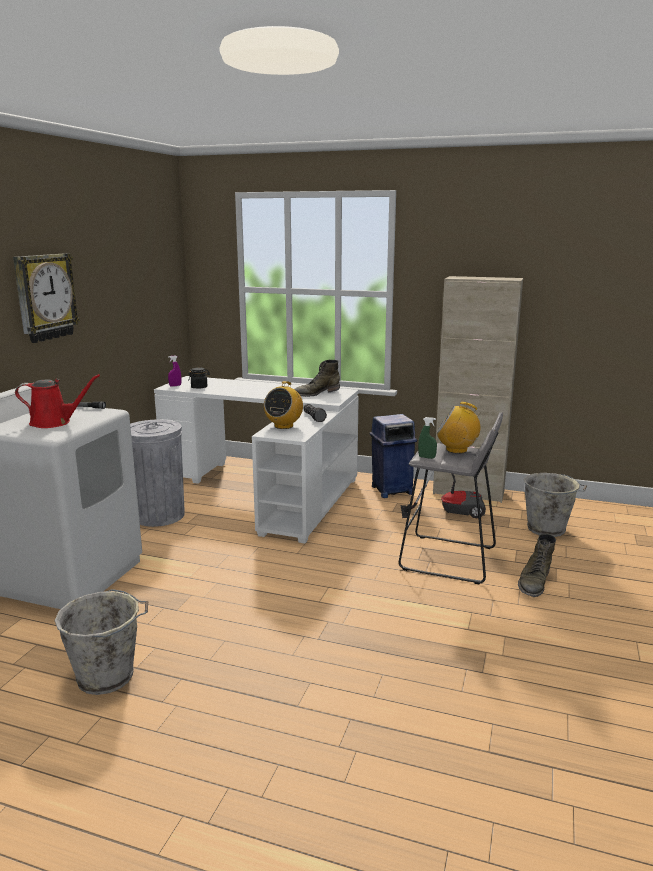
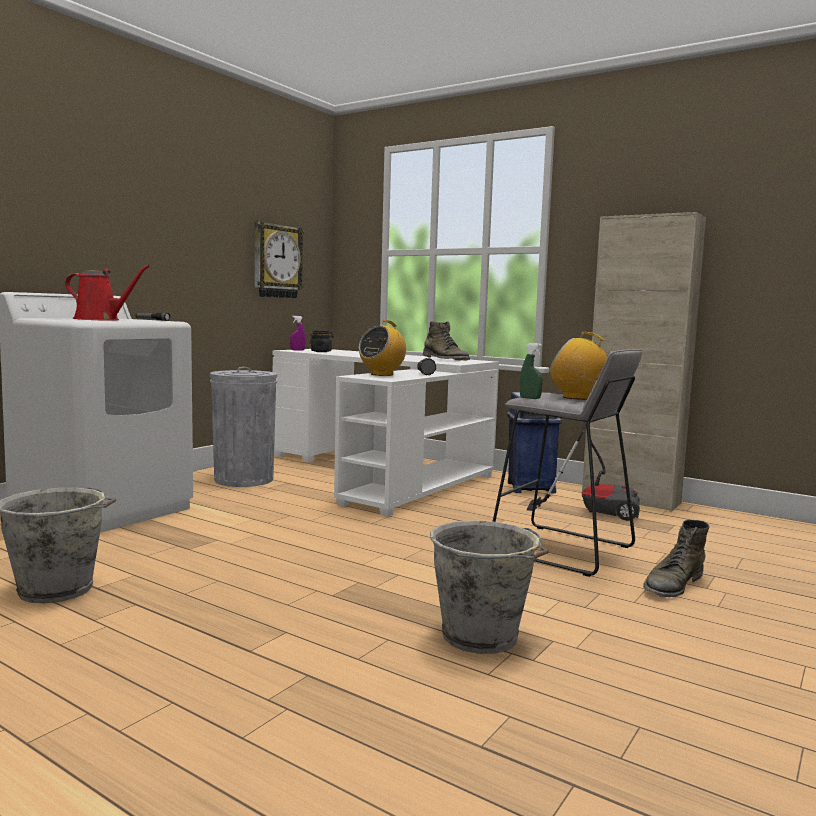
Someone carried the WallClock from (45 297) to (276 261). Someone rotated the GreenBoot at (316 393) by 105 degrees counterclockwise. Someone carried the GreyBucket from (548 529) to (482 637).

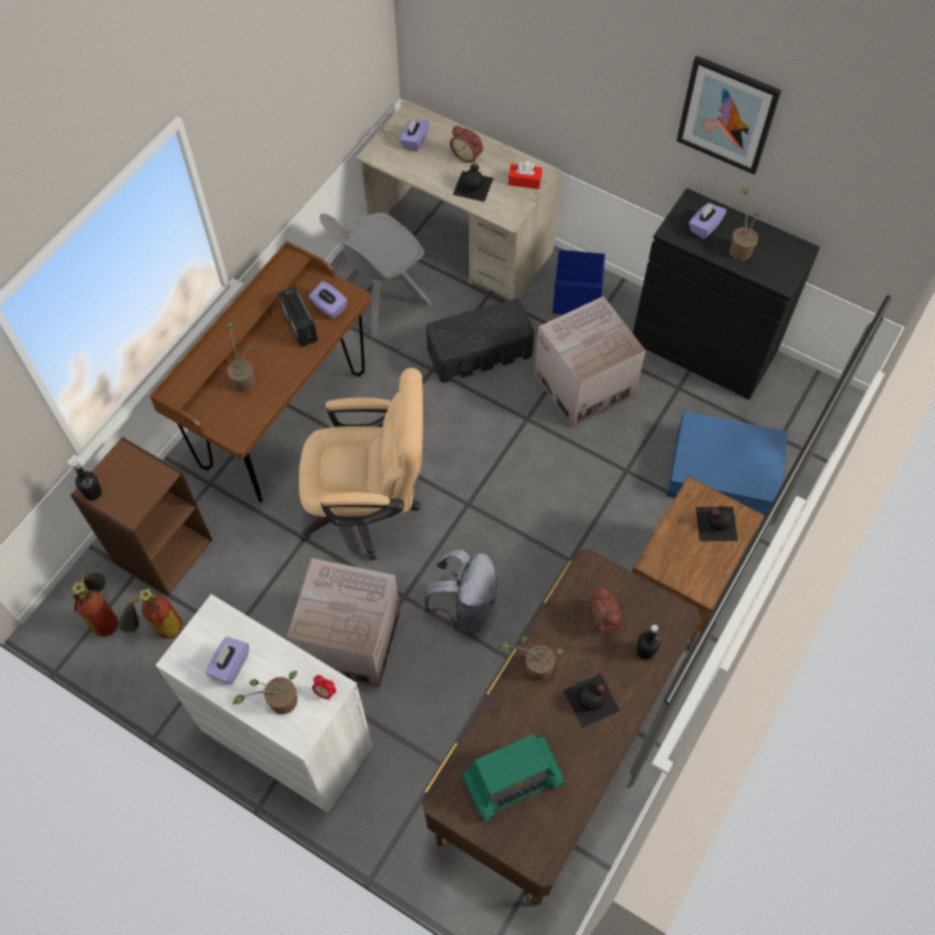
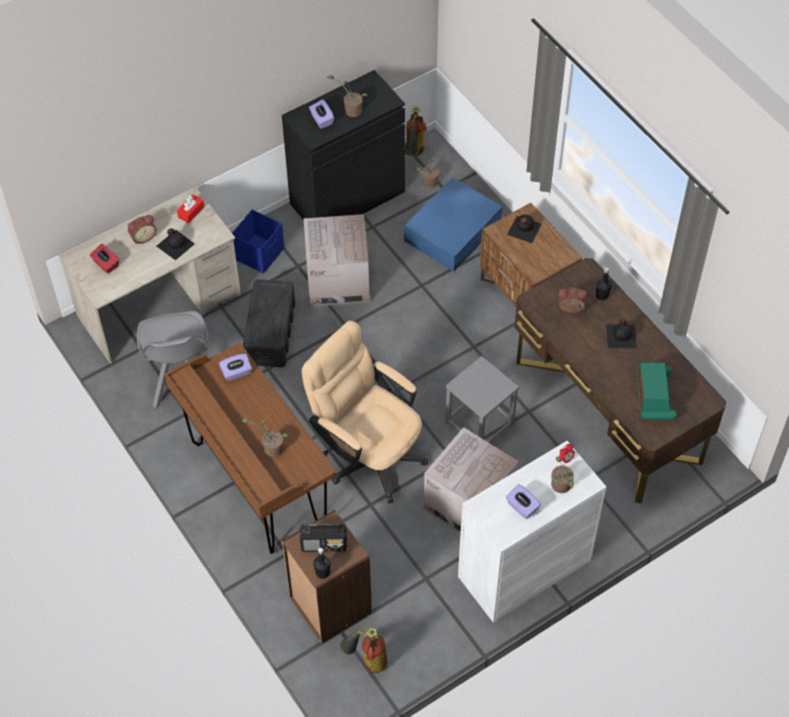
Someone repainted the PurpleTissueBox at (414 141), which became the RedTissueBox at (106 264). Someone carried the Radio from (300 327) to (324 544). Someone rotated the BeigeOfficeChair at (369 508) by 75 degrees counterclockwise. Someone carried the FireExtinguisher from (159 630) to (414 156). Someone carried the PottedPlant from (534 666) to (428 183). Someone swapped the GreyBackpack at (465 608) for the GreyStool at (479 423). Someone took away the Picture at (727 115).

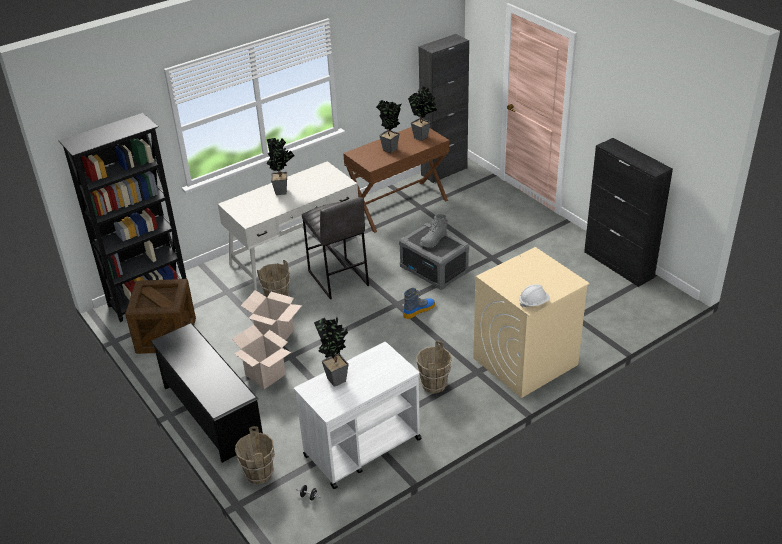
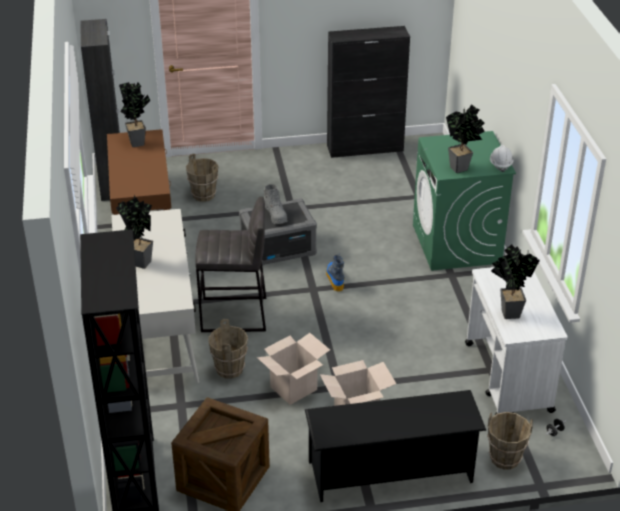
Someone carried the BrownBucket from (433 385) to (203 195). Someone repainted the BeigeWashingMachine at (525 362), which became the GreenWashingMachine at (456 244). Someone carried the PottedPlant from (390 150) to (462 168).

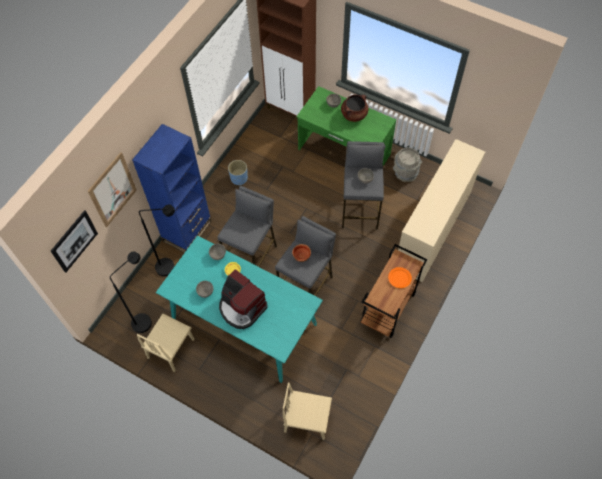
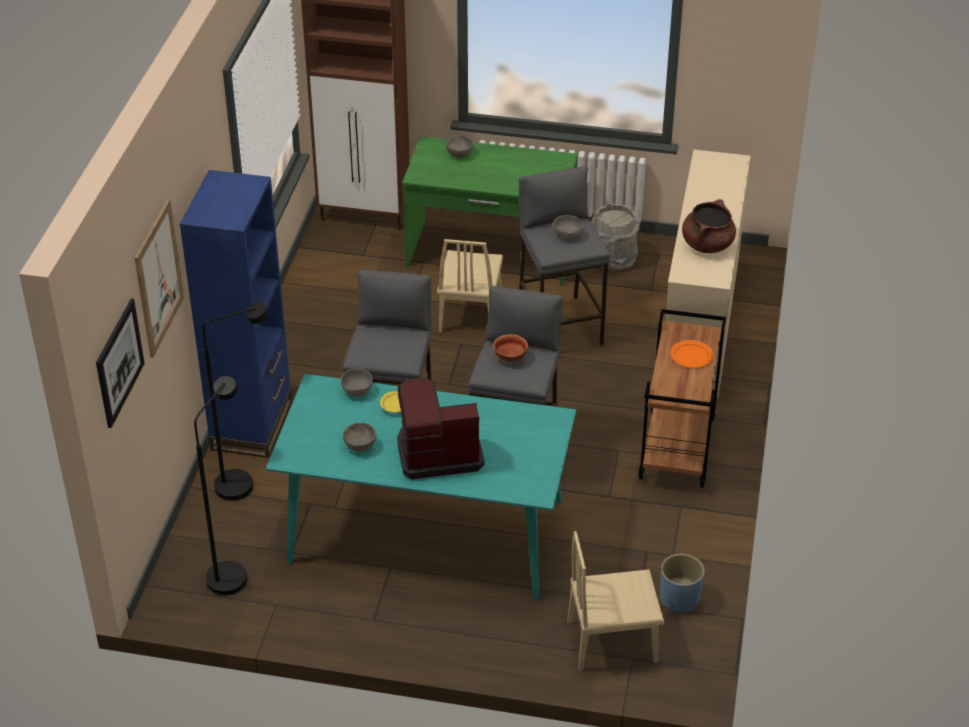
Someone rotated the CoffeeMachine at (242 308) by 150 degrees clockwise. Someone carried the BeigeChair from (171 348) to (470 314). Someone carried the BluePlanter from (239 178) to (679 599). Someone carried the BrownCookingPot from (354 114) to (707 245).

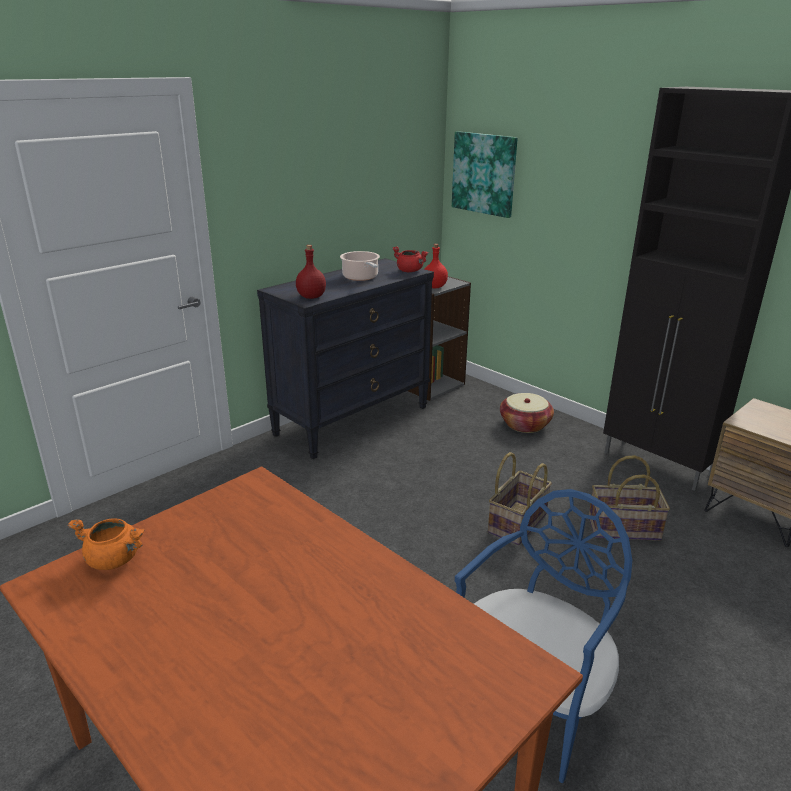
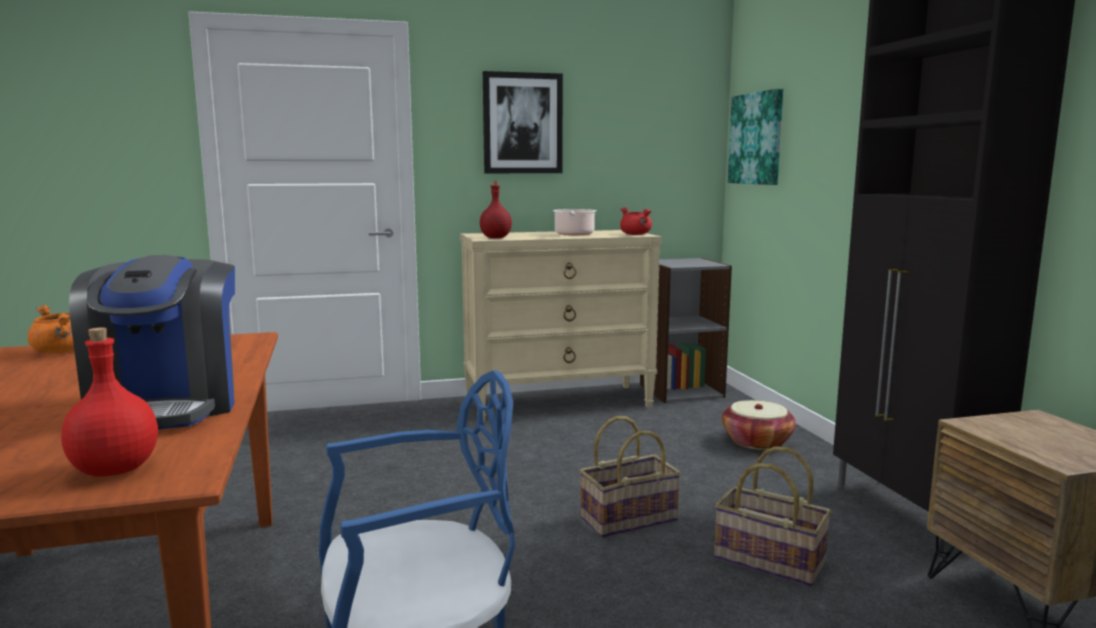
Someone carried the RedBottle from (434 287) to (113 470). Someone put down the CoffeeMachine at (167 406). Someone repainted the BlackDresser at (352 420), which became the BeigeDresser at (559 402). Someone put up the Picture at (522 123).

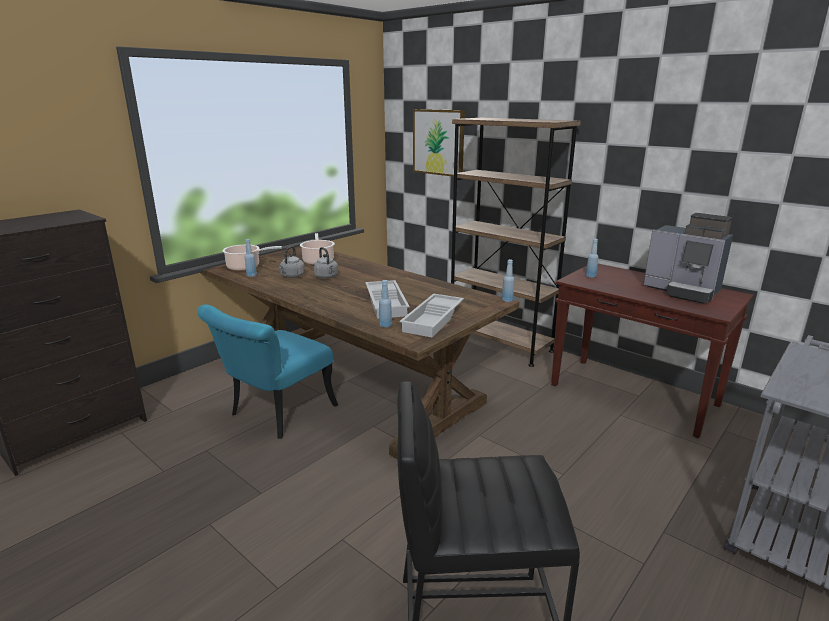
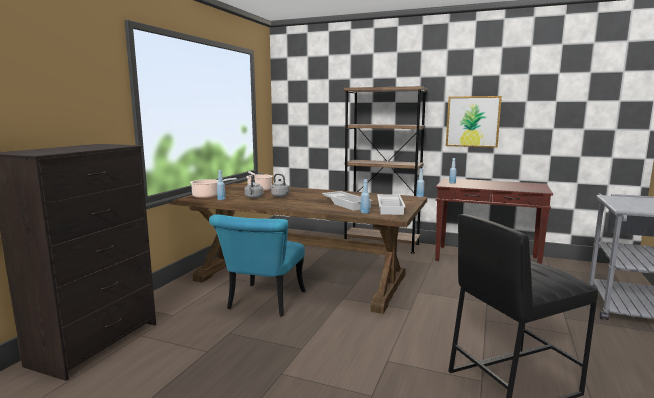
Someone carried the Picture from (438 142) to (473 121). Someone took away the CoffeeMachine at (683 291).

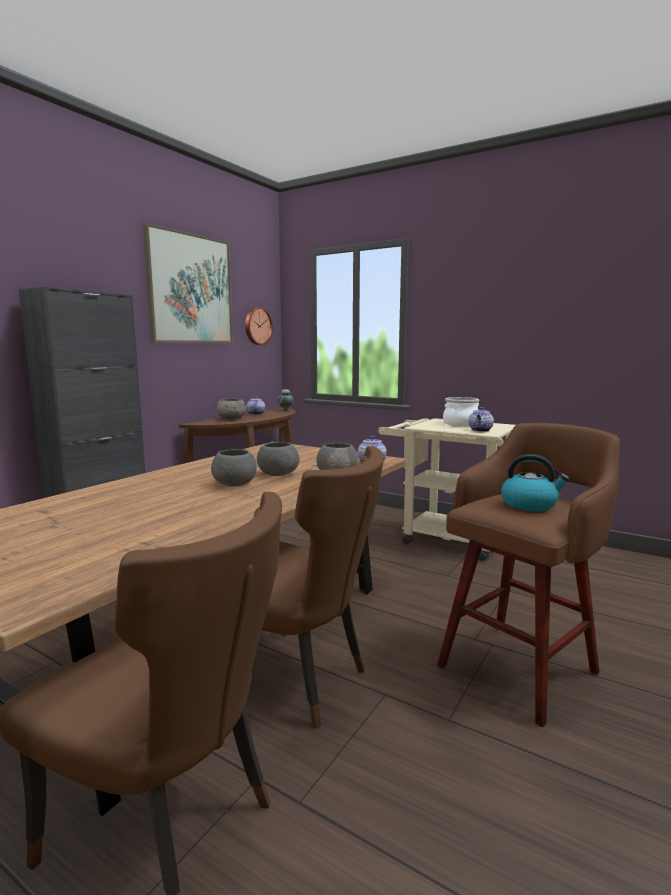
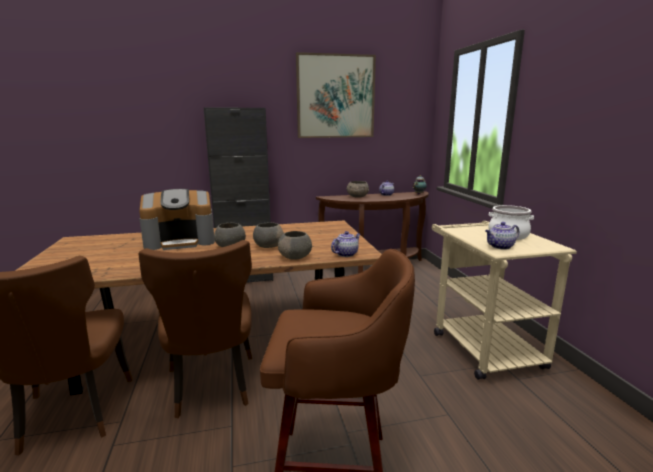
Someone put down the CoffeeMachine at (181 241). Someone took away the WallClock at (257 326). Someone took away the Kettle at (530 504).

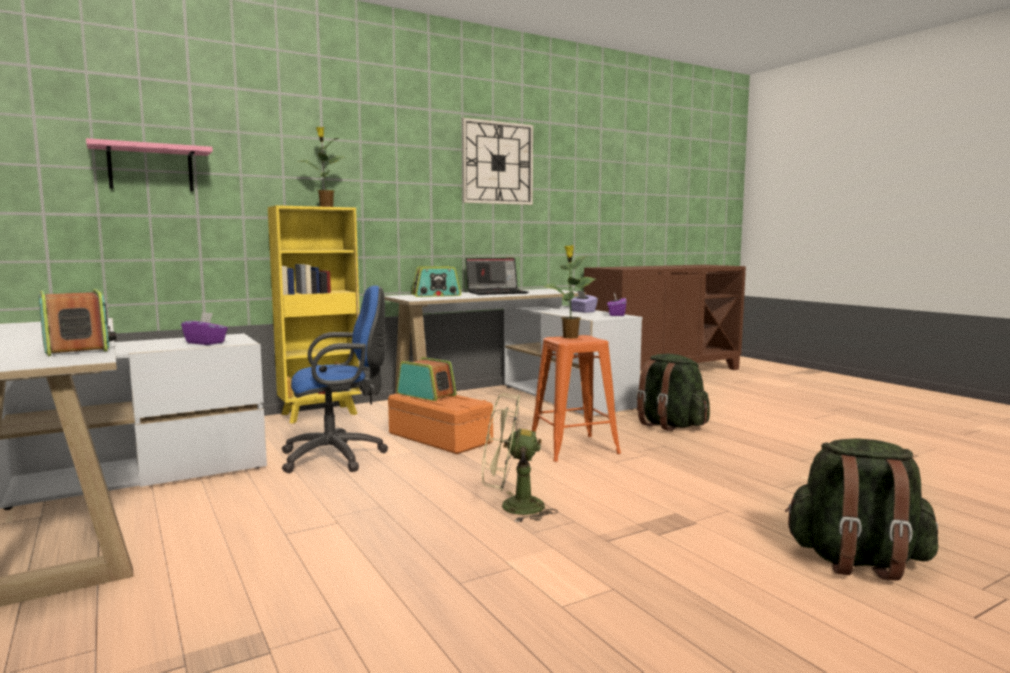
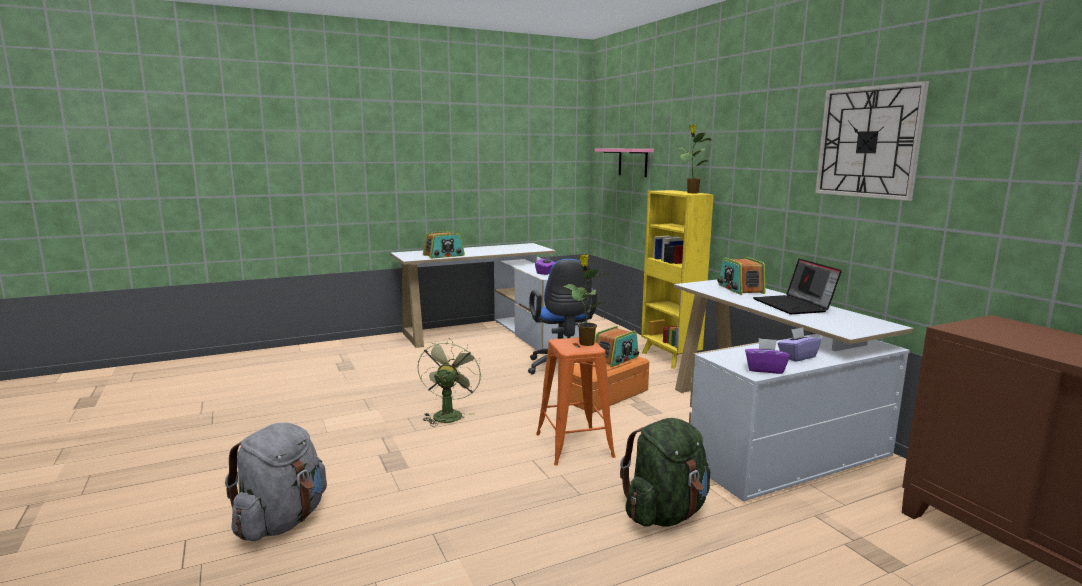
Someone repainted the GreenBackpack at (857 561), which became the GreyBackpack at (282 521).

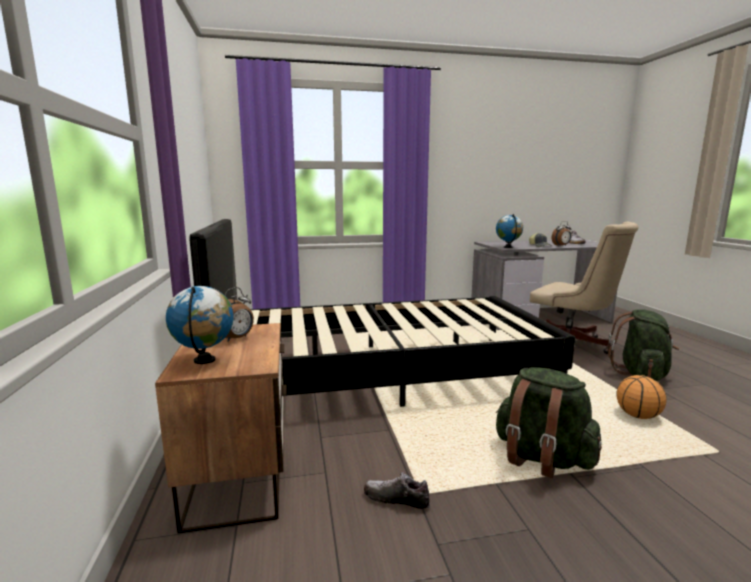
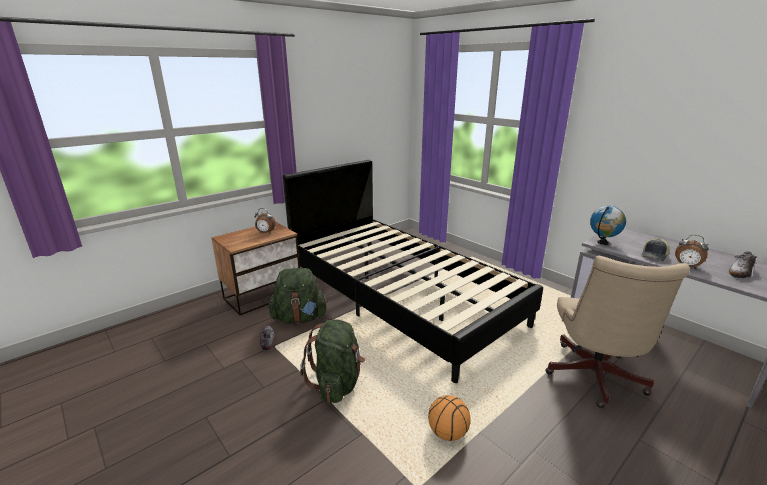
Someone carried the GreenBackpack from (640 374) to (299 318). Someone took away the Globe at (205 360).

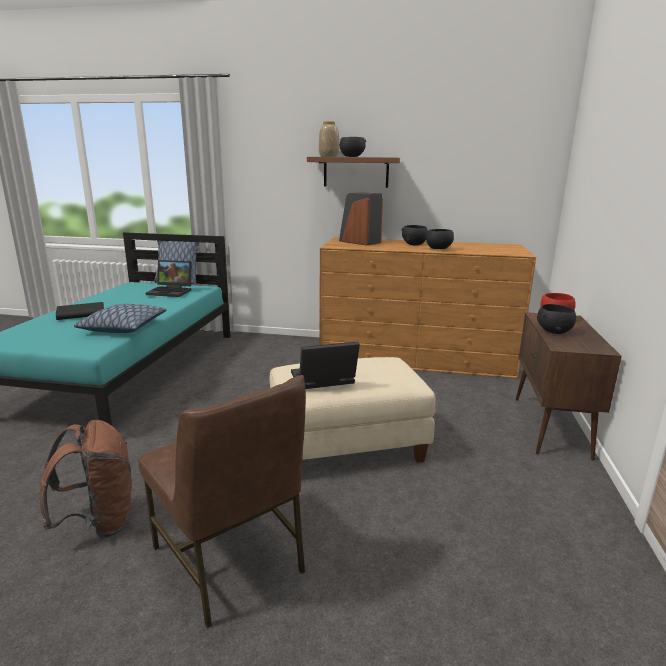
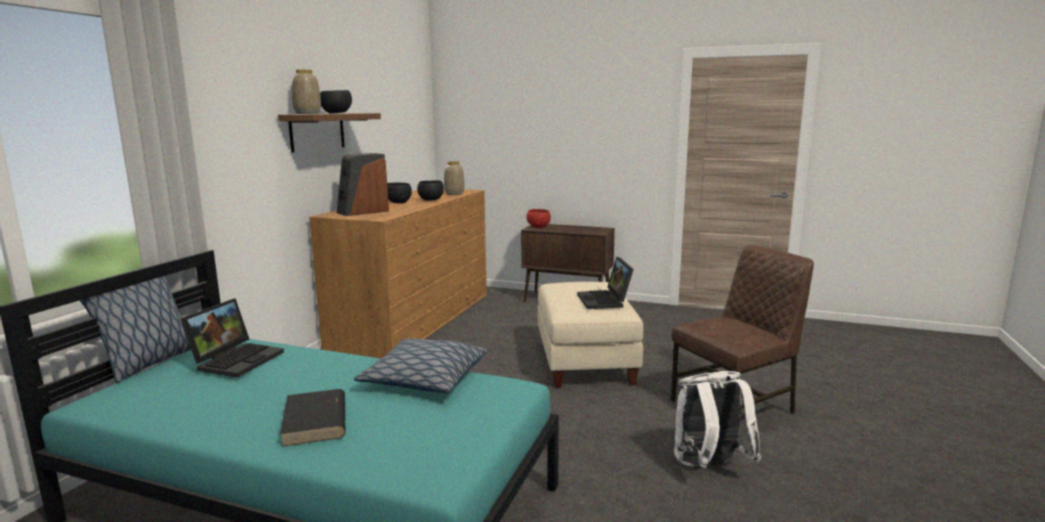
Someone put down the Vase at (454 194). Someone repainted the BrownBackpack at (99 522), which became the WhiteBackpack at (709 467). Someone took away the BlackBowl at (554 331).

